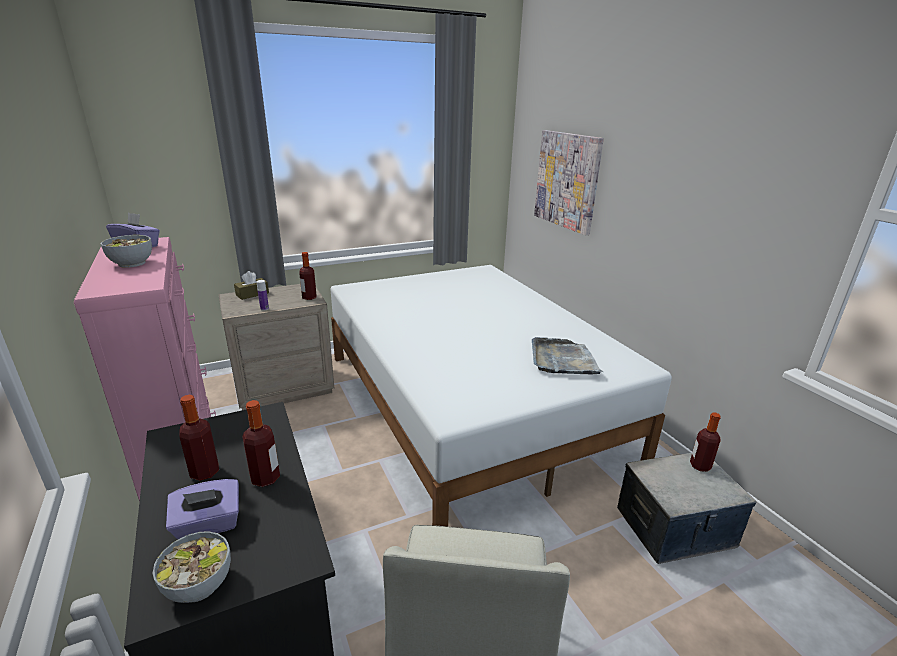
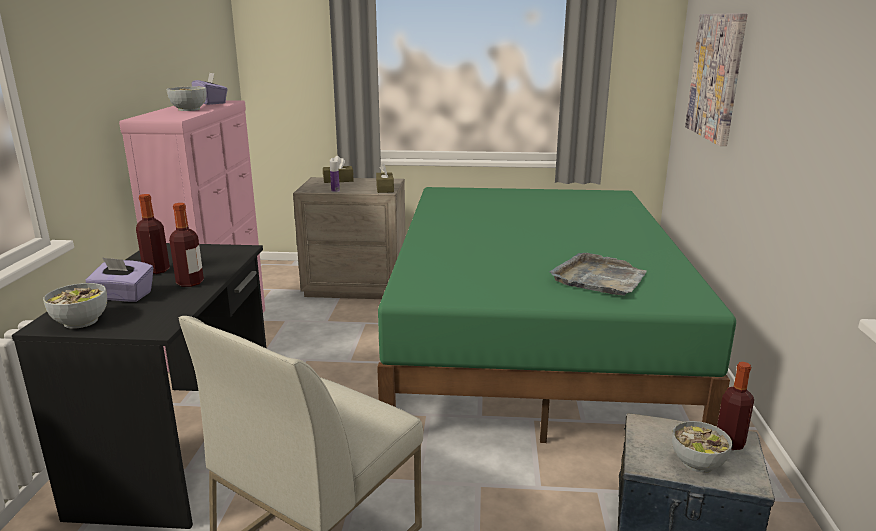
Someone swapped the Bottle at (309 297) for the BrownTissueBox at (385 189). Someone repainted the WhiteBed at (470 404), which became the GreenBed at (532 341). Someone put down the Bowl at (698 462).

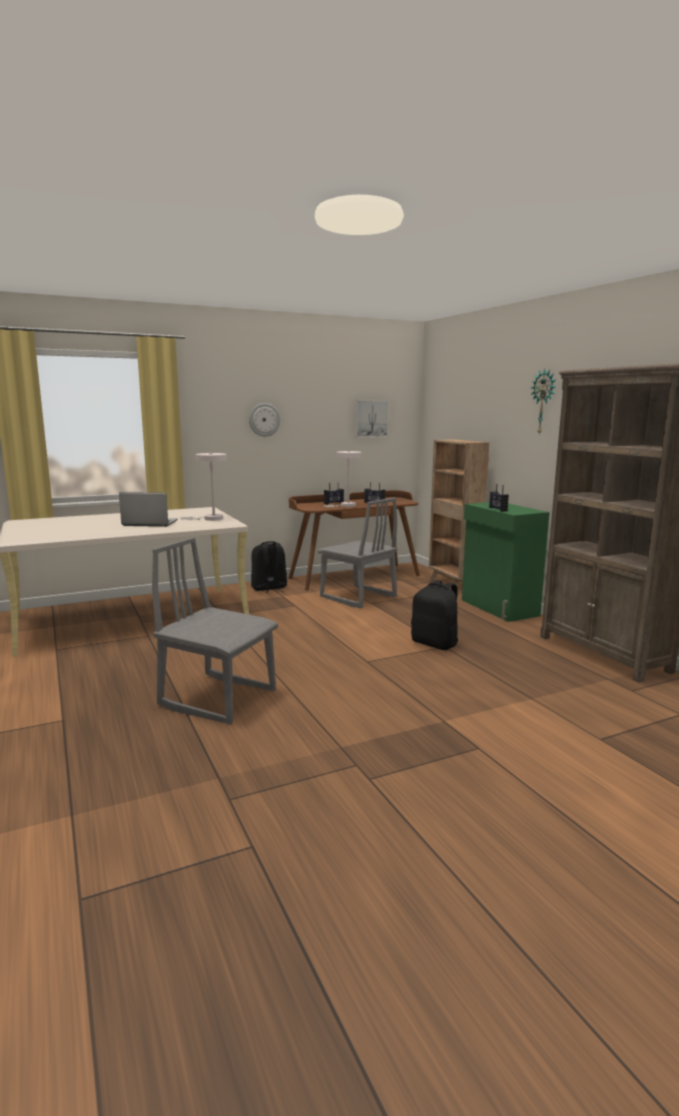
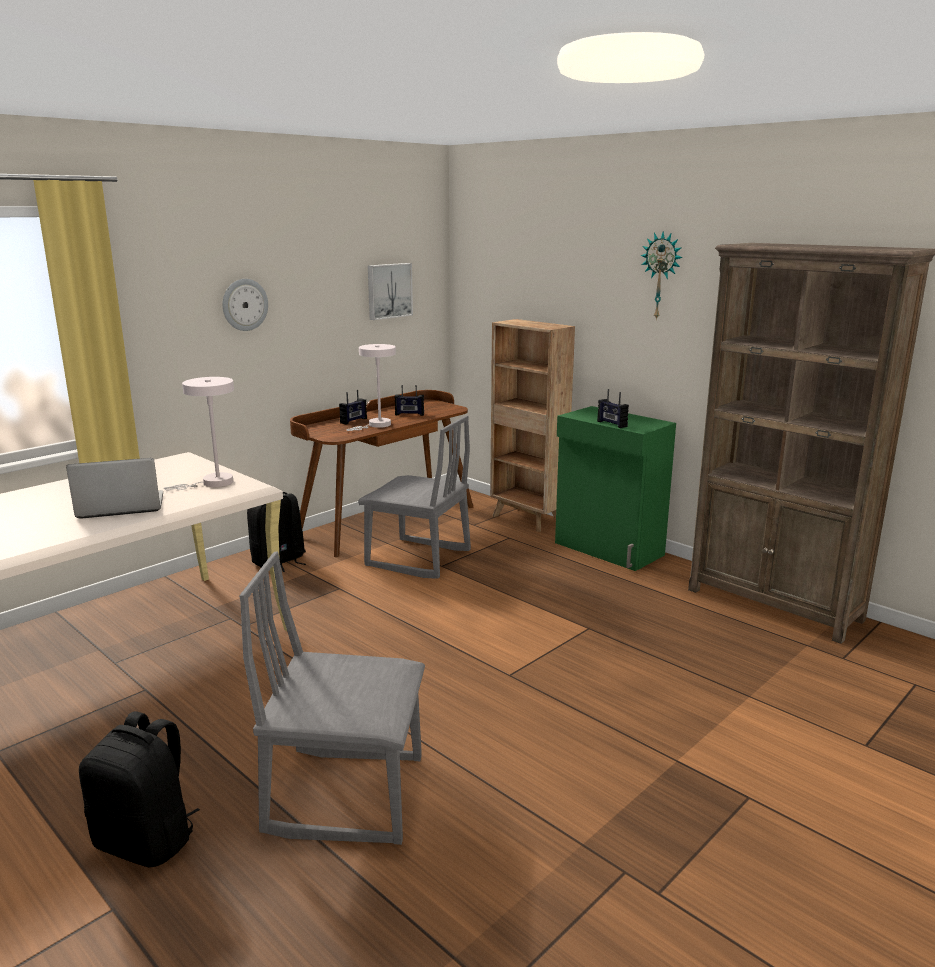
Someone carried the BlackBackpack from (435 644) to (147 841).

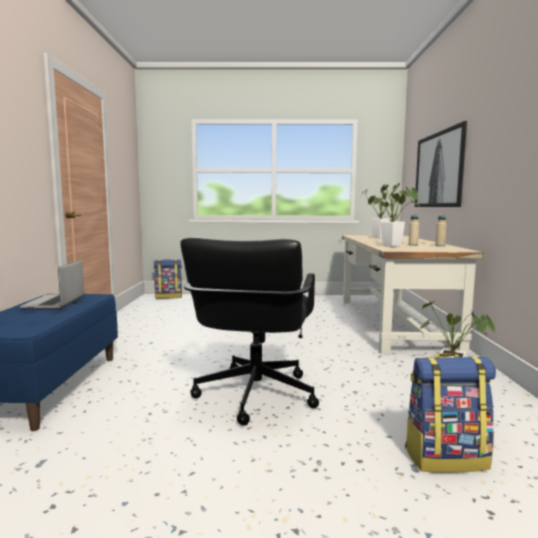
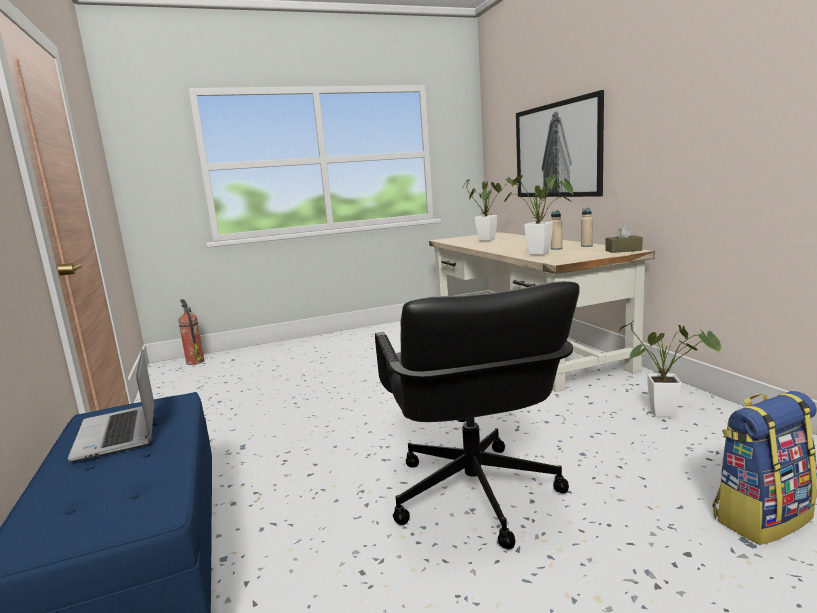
Someone swapped the Backpack at (169 297) for the FireExtinguisher at (195 361). Someone put down the BrownTissueBox at (623 250).

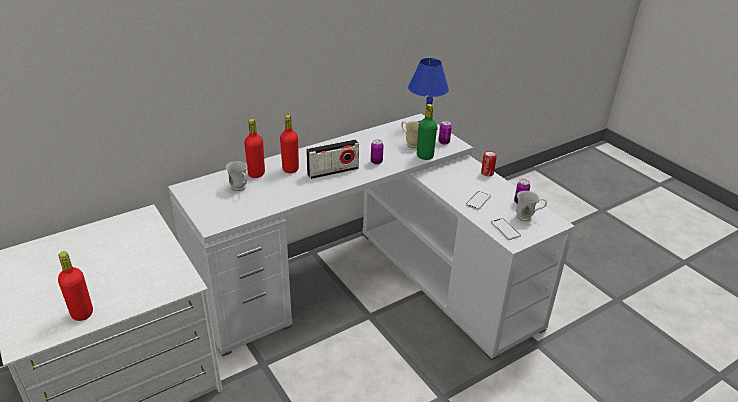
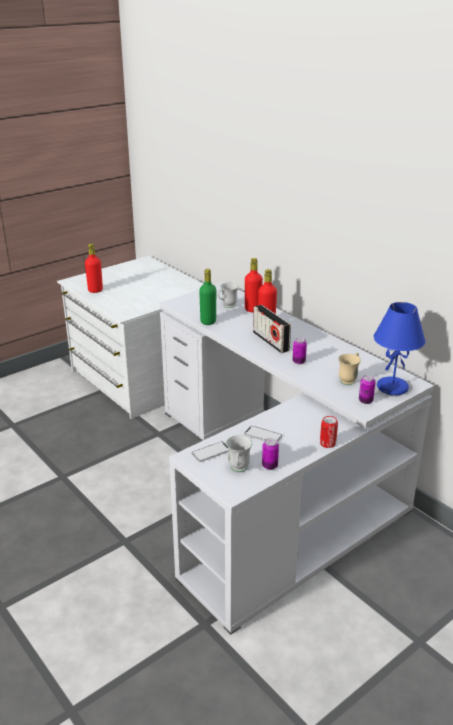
Someone carried the GreenBottle from (425 156) to (208 322).

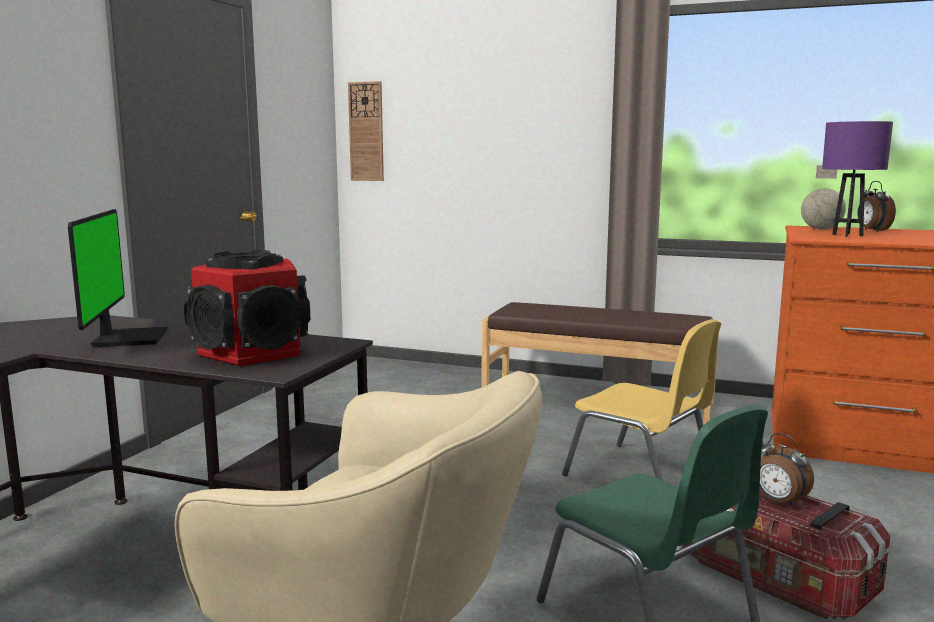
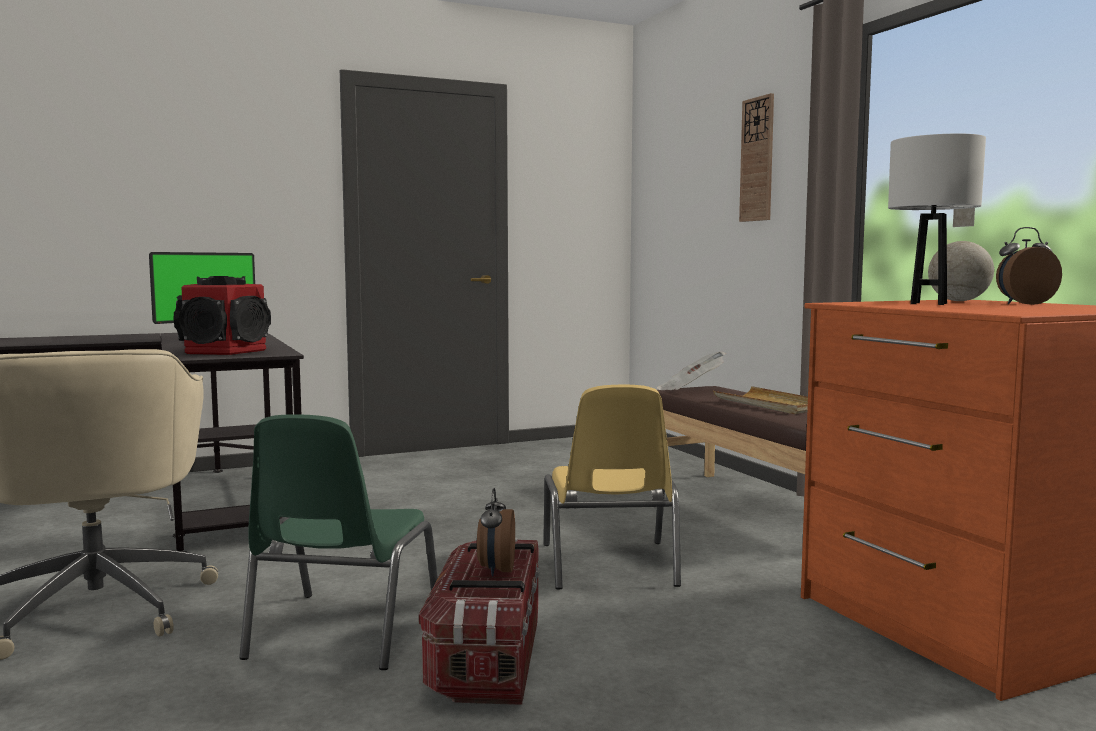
Someone put down the Newspaper at (690 389). Someone put down the BeigeTray at (771 405). Someone carried the WallClock from (366 132) to (757 159). Someone repainted the PurpleTableLamp at (847 235), which became the WhiteTableLamp at (928 304). Someone rotated the AlarmClock at (872 231) by 45 degrees clockwise.

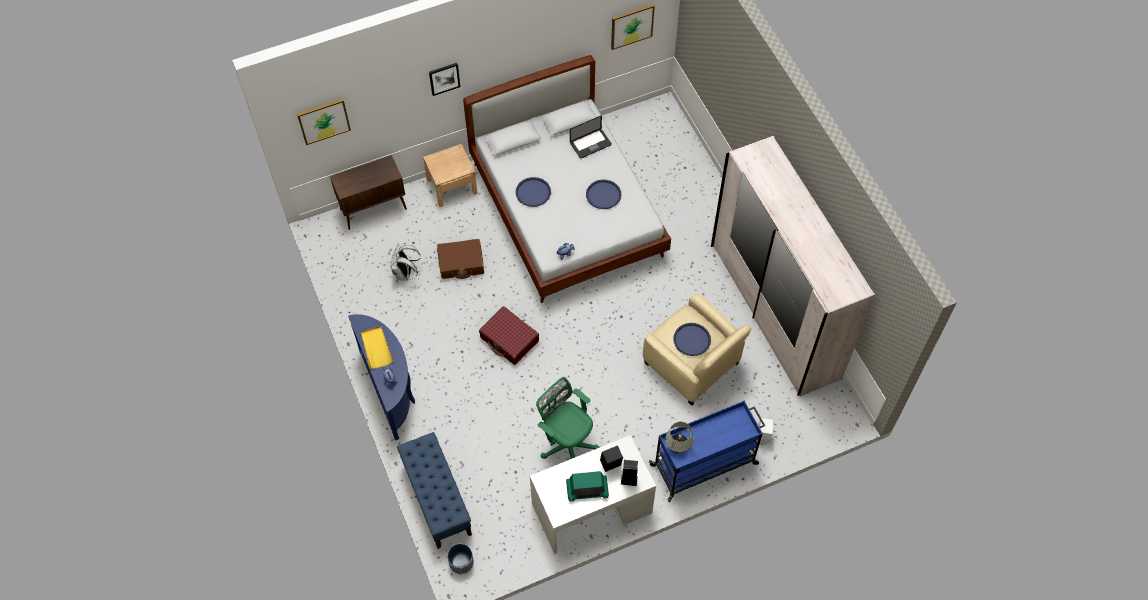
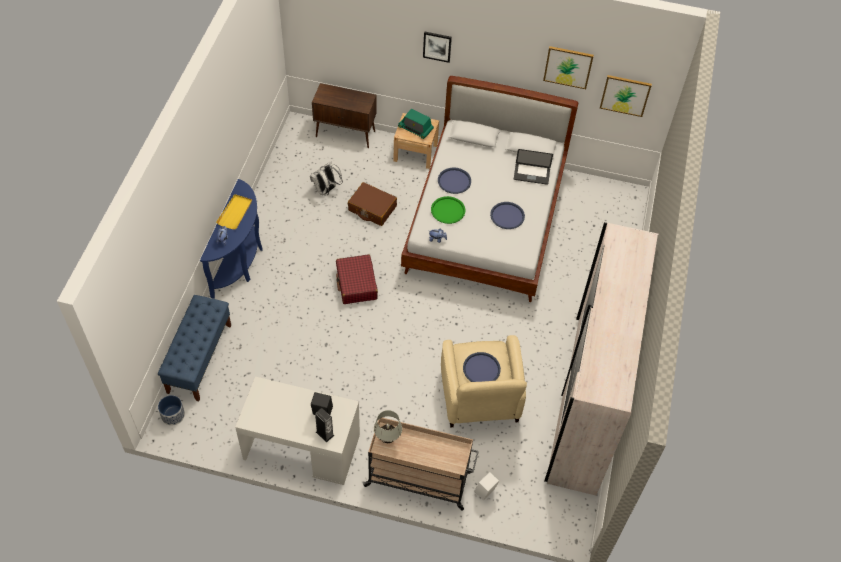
Someone repainted the BlueCart at (705 464), which became the BeigeCart at (419 479). Someone carried the Radio from (587 489) to (415 128). Someone put down the GreenTray at (448 210). Someone carried the Picture from (323 121) to (568 67). Someone took away the GreenOfficeChair at (567 444).

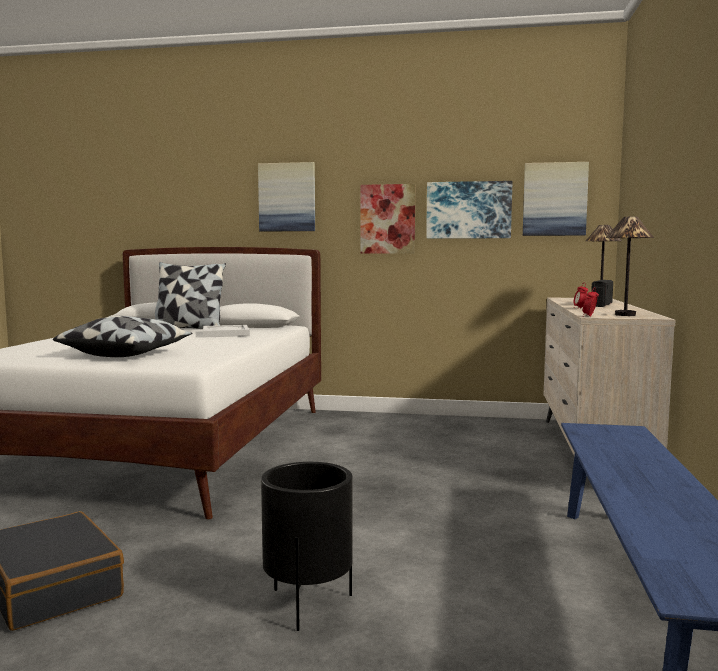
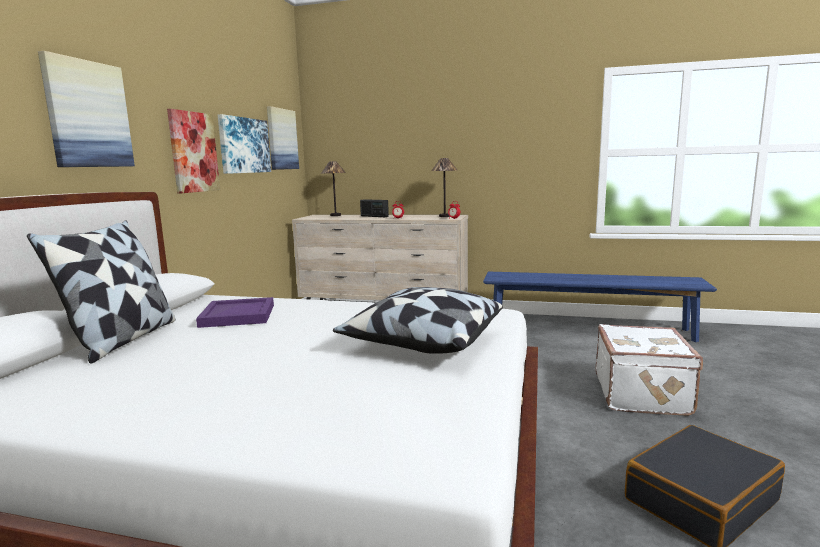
Someone repainted the WhiteTray at (225 333), which became the PurpleTray at (236 316). Someone swapped the BlackPlanter at (308 604) for the WhiteSuitcase at (643 394).

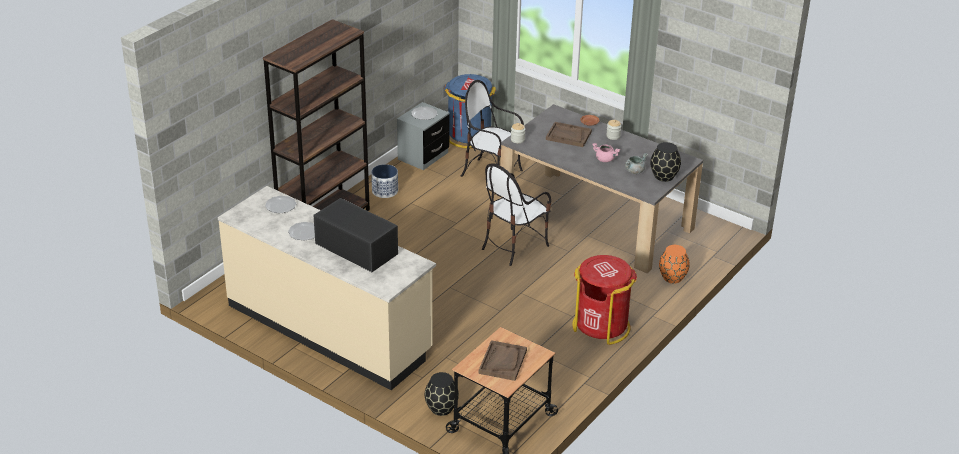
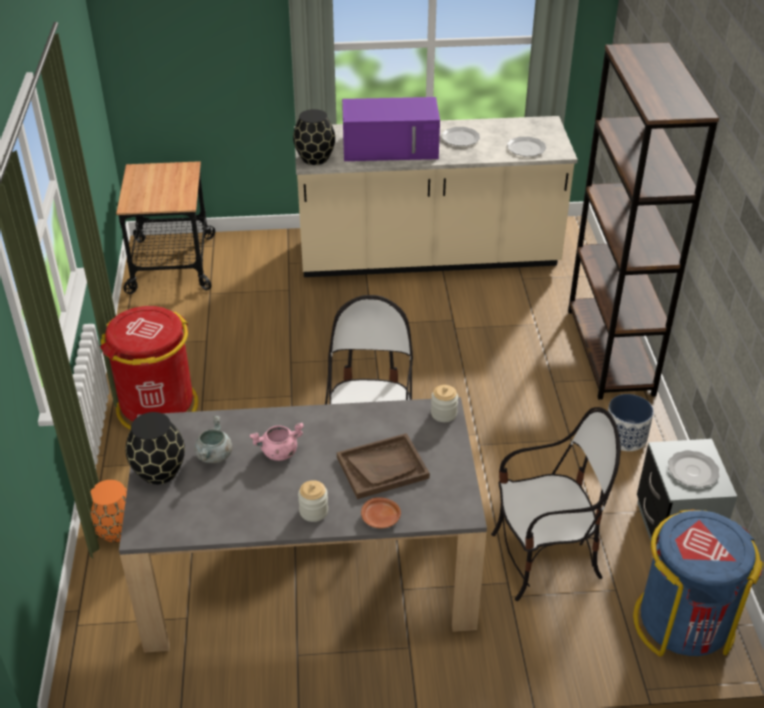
Someone carried the BlackVase from (442 408) to (314 158). Someone repainted the BlackMicrowave at (355 248), which became the PurpleMicrowave at (391 147). Someone took away the BrownTray at (502 362).

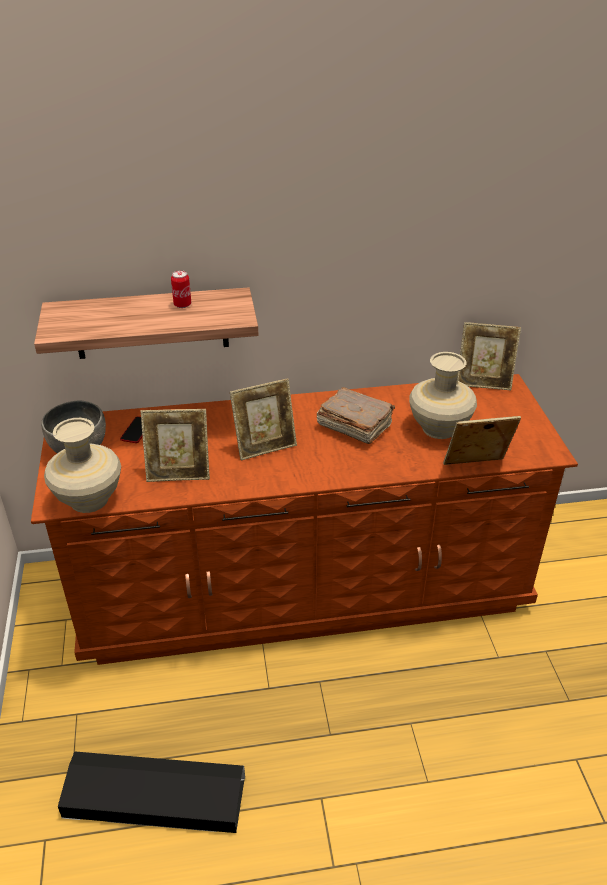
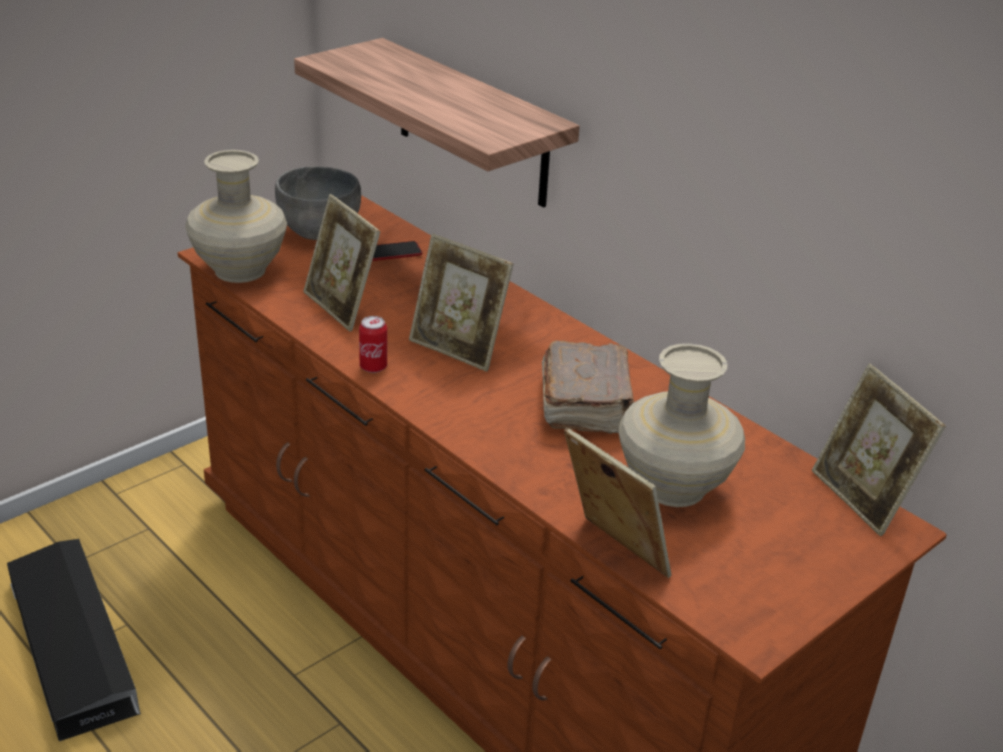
Someone carried the Can from (182 305) to (373 367).

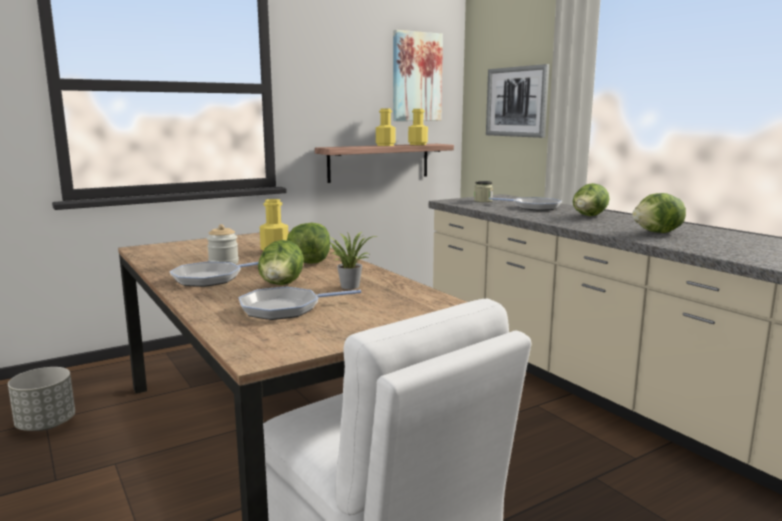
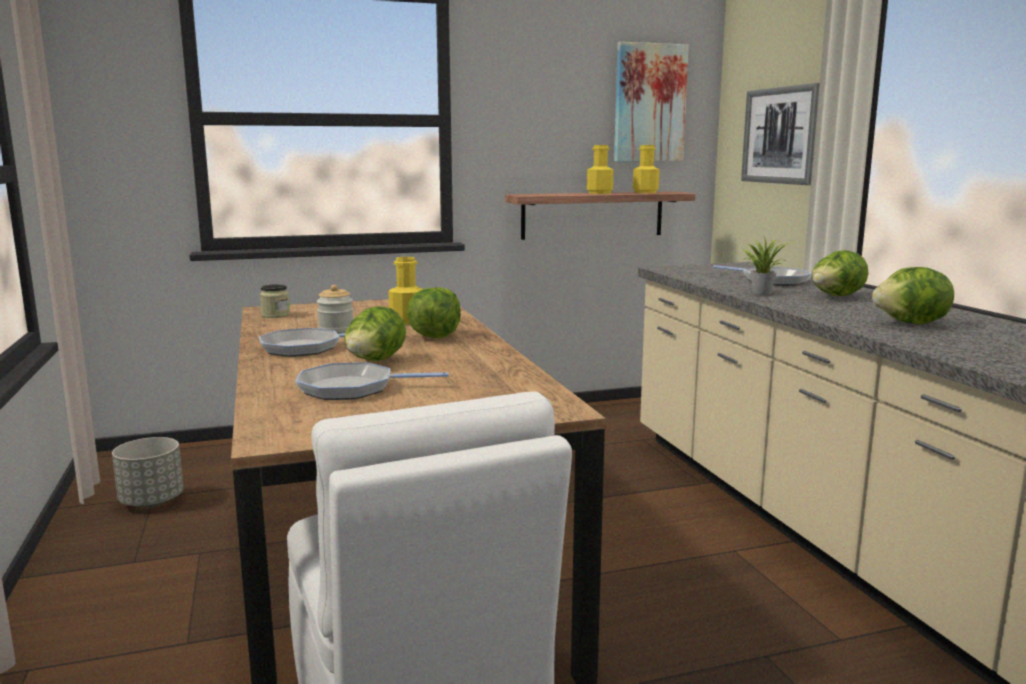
Someone carried the Jar from (483 201) to (275 315). Someone carried the PottedPlant from (349 286) to (761 292).

